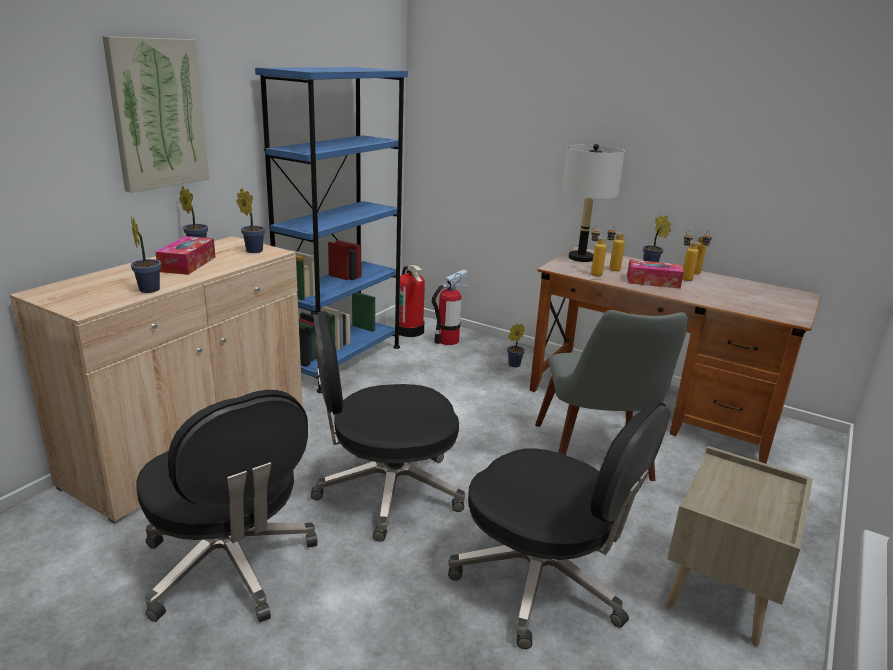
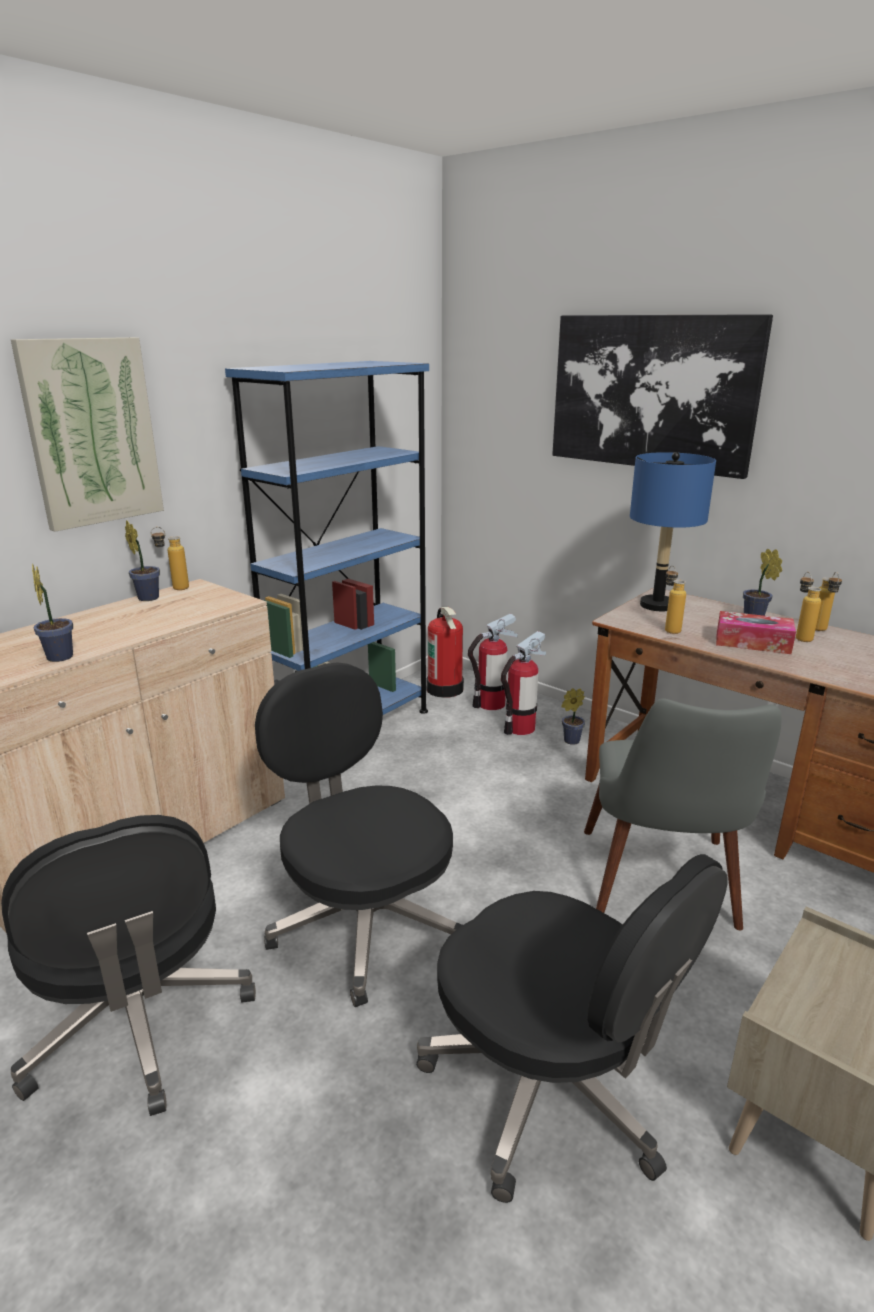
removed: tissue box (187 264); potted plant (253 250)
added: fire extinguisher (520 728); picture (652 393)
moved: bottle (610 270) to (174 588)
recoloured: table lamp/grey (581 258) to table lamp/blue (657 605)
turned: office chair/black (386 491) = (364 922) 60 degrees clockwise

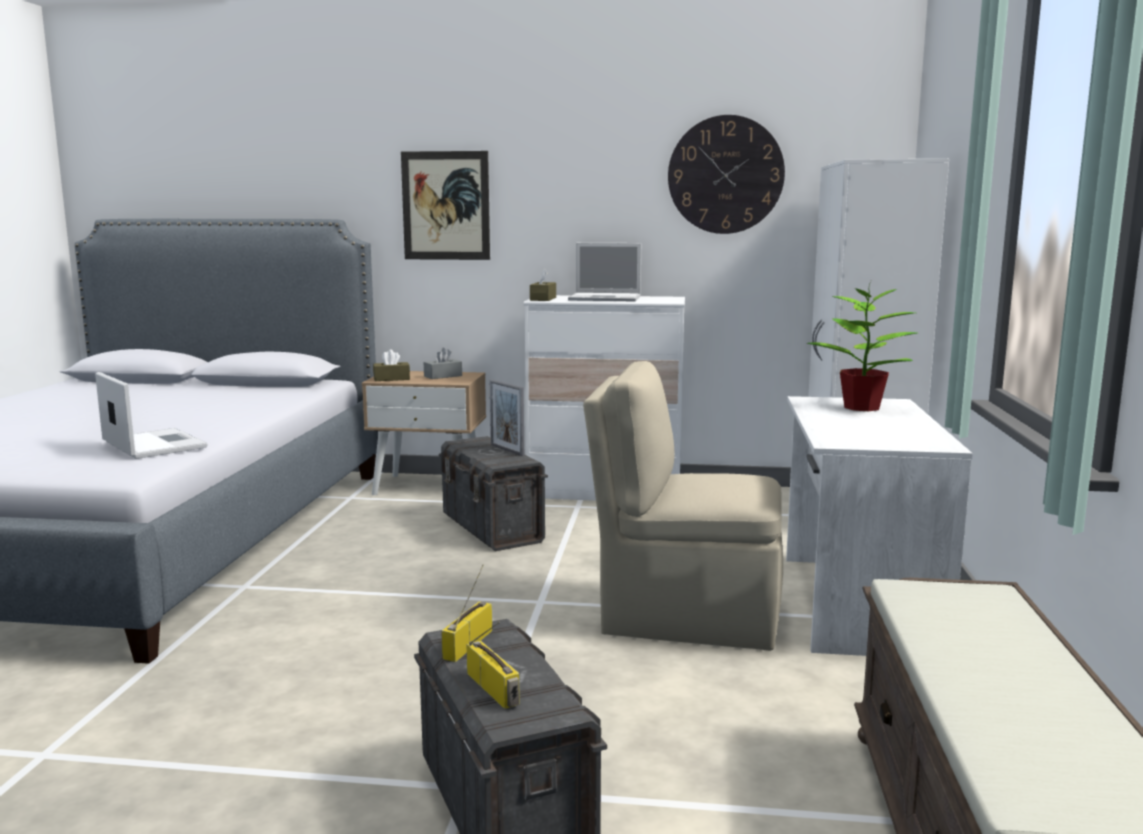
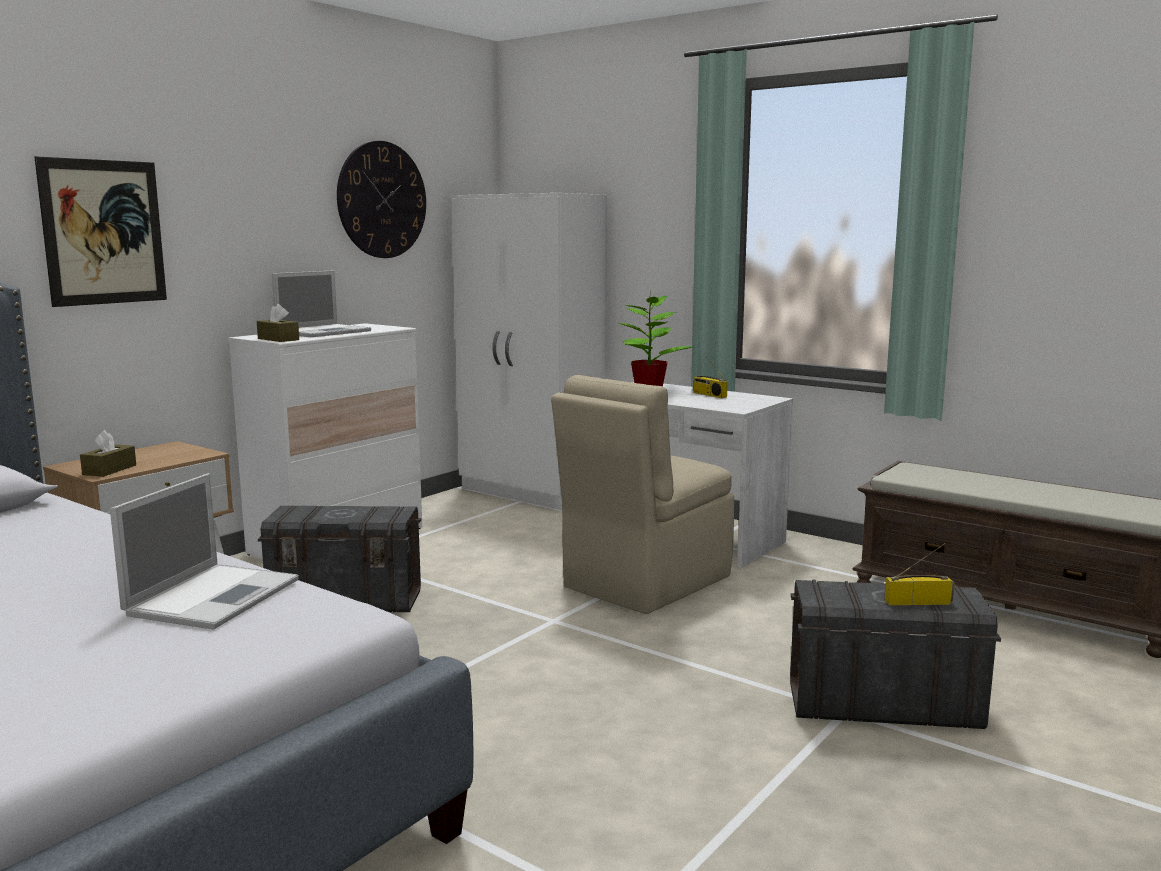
removed: tissue box/grey (443 376); picture frame (507 450)
moved: radio (468 643) to (708 395)
turned: laptop (153 444) = (215 596) 120 degrees clockwise

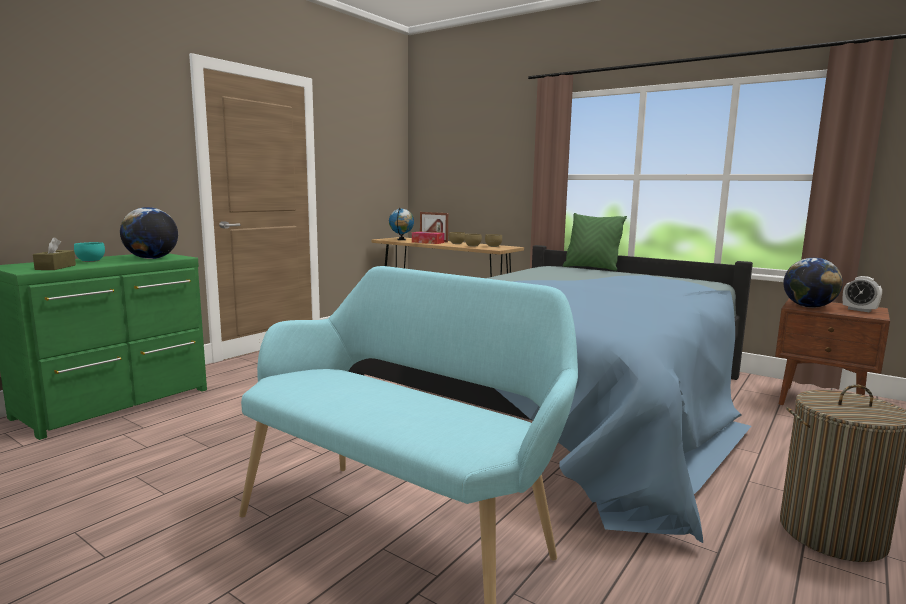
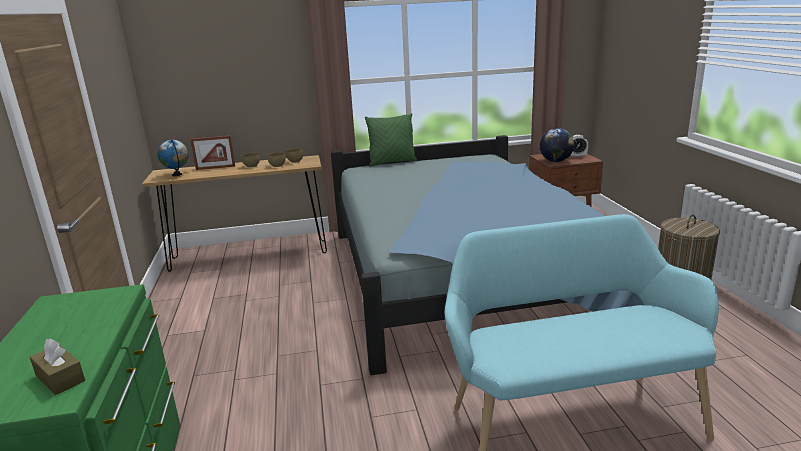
removed: bowl/turquoise (92 261); globe (151 258); tissue box (428 242)

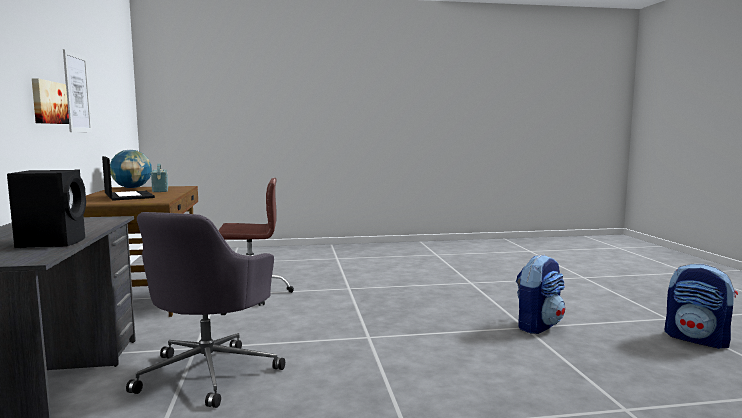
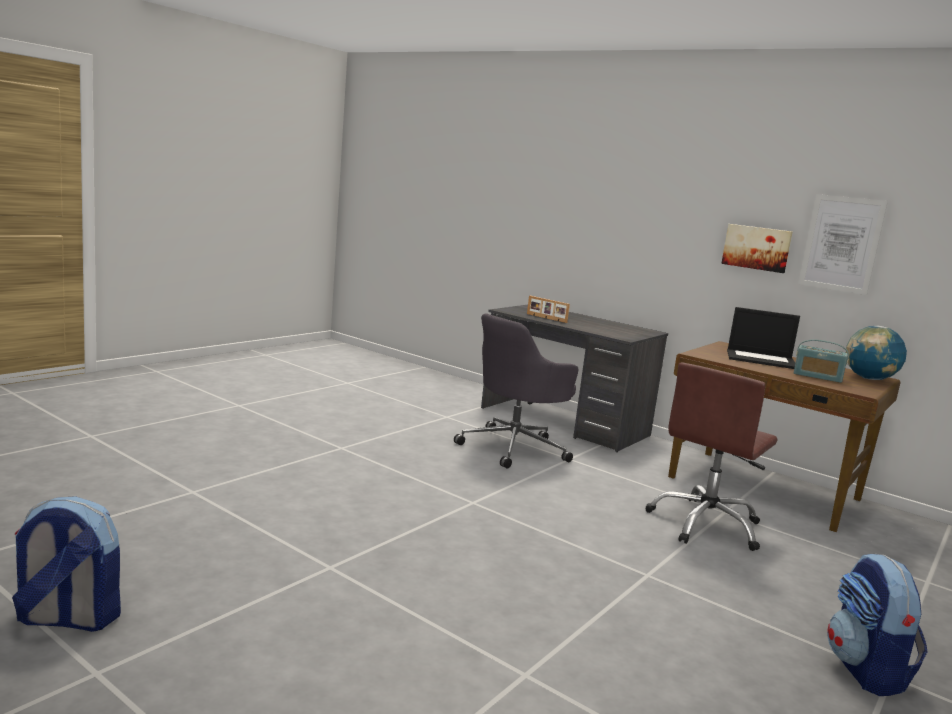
moved: backpack (538 325) to (866 671)
replaced: speaker/black (53 242) to picture frame (546 318)
turned: office chair/grey (210 372) = (514 448) 105 degrees counterclockwise

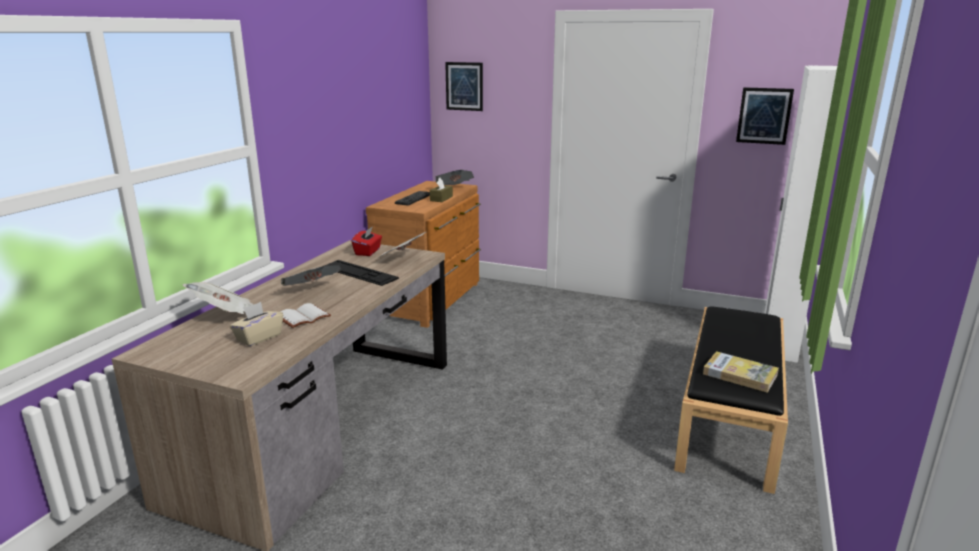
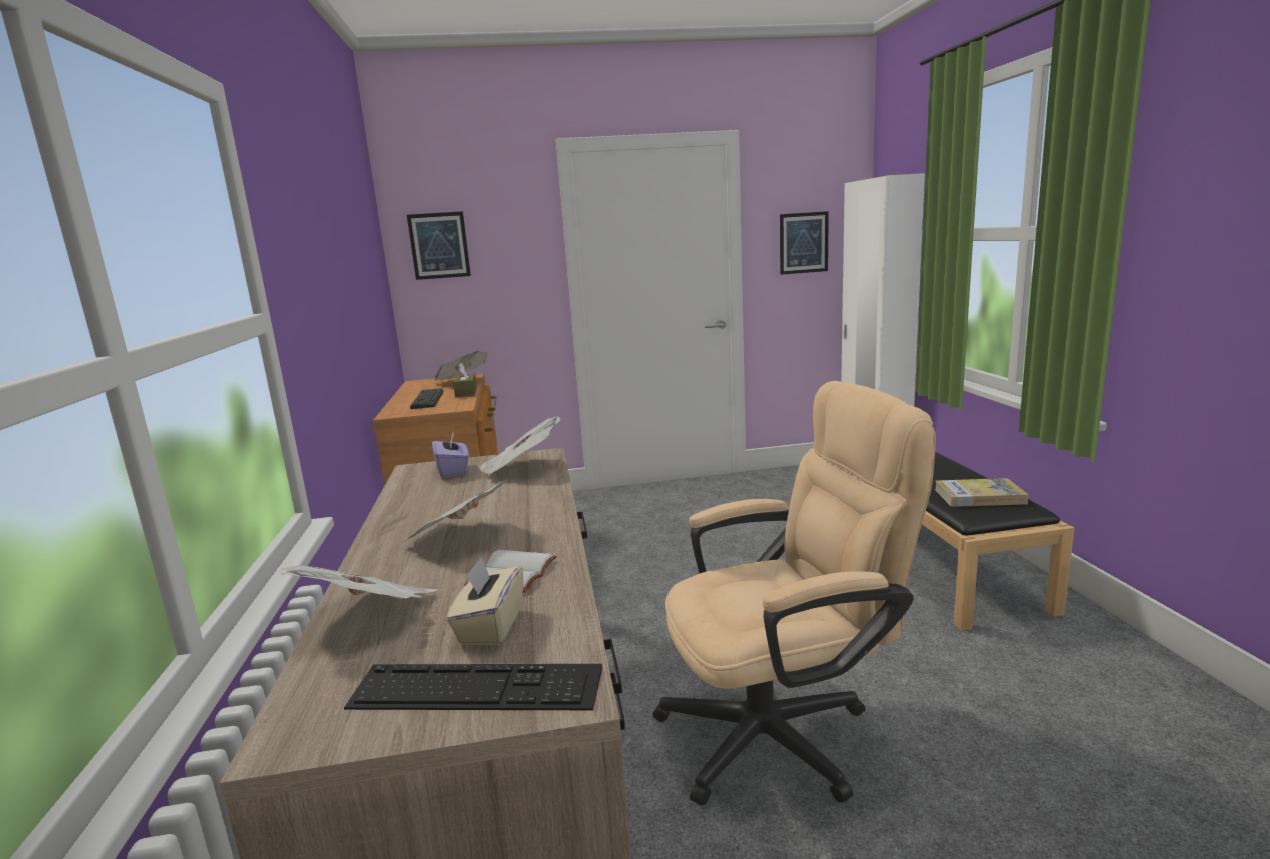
added: office chair/beige (784 731)
moved: keyboard (359 273) to (476 688)
recoloured: tissue box/red (368 252) to tissue box/purple (453 471)

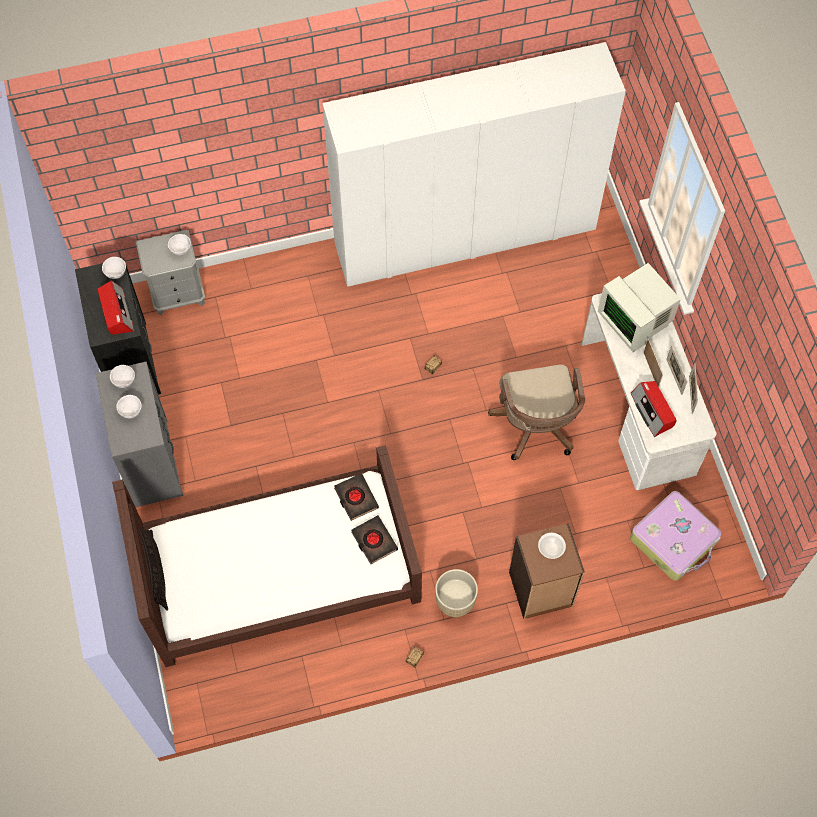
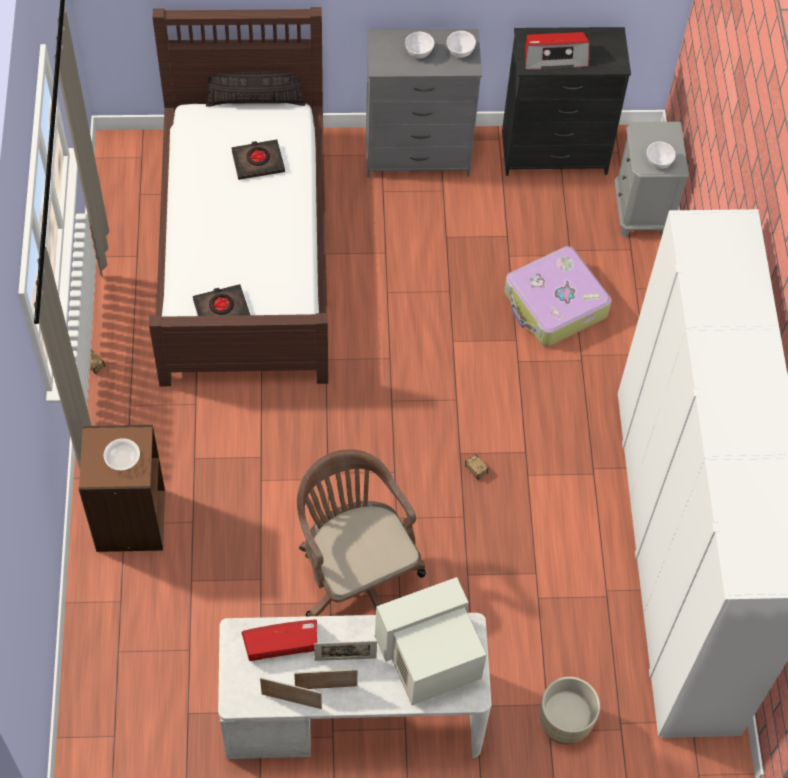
removed: bowl/white (116 273)
moved: book/black (356 498) to (258 162); planter/beige (455 601) to (564 723); suitcase (674 540) to (554 305)
turned: office chair/brown (536 427) = (355 573) 60 degrees clockwise

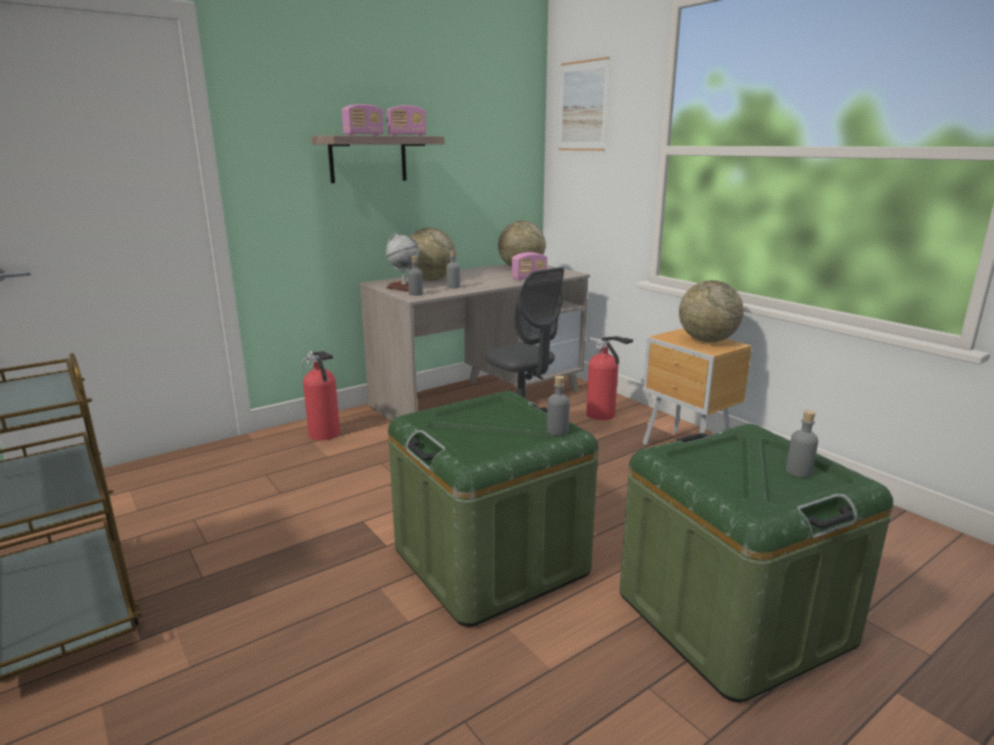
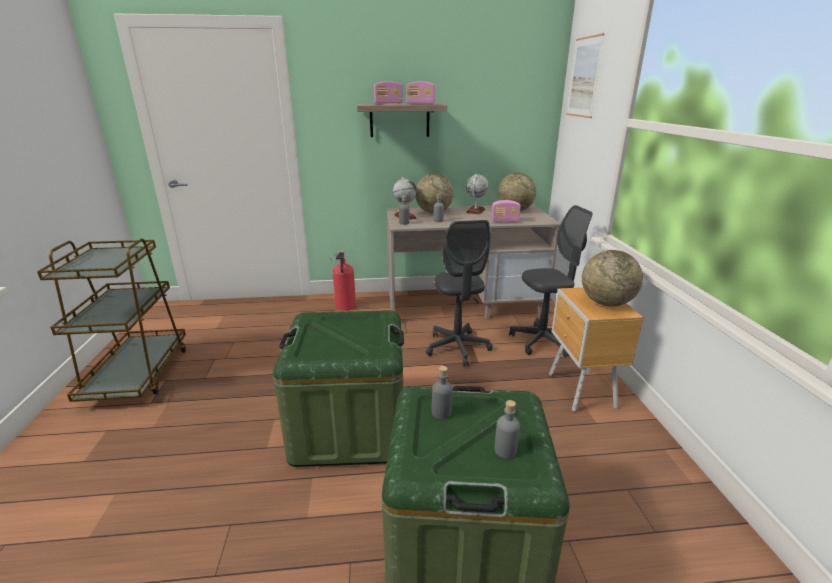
added: globe (475 211)
moved: bottle/grey (557 431) to (441 412)
replaced: fire extinguisher (603 415) to office chair/grey (542 341)

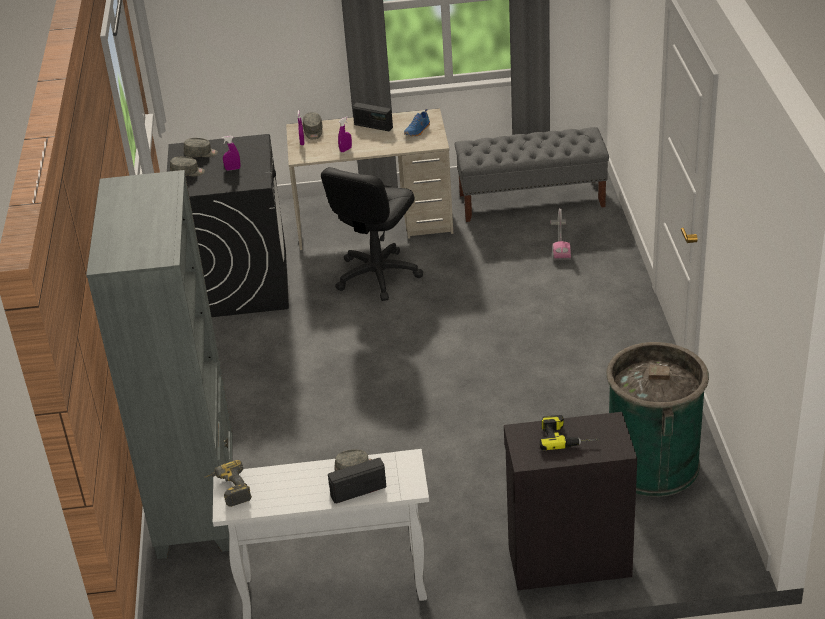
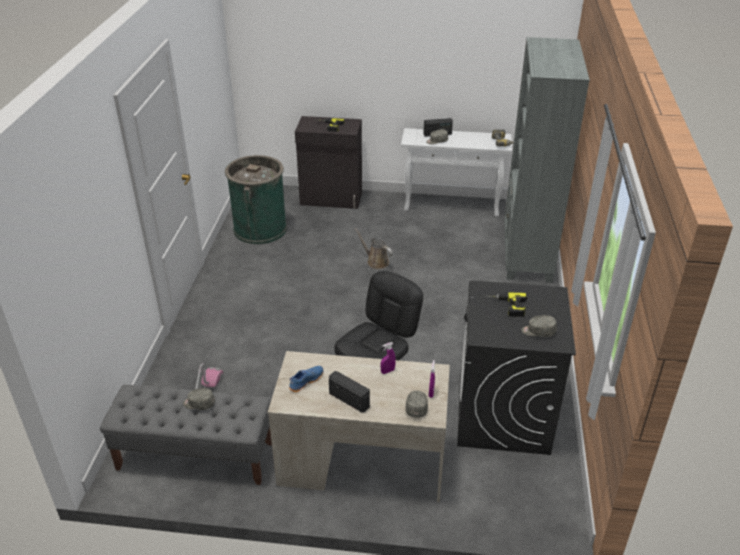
added: watering can/brown (376 262)
moved: cap/grey (188 173) to (199 404)
replaced: spray bottle/purple (233 169) to power drill (505 306)

